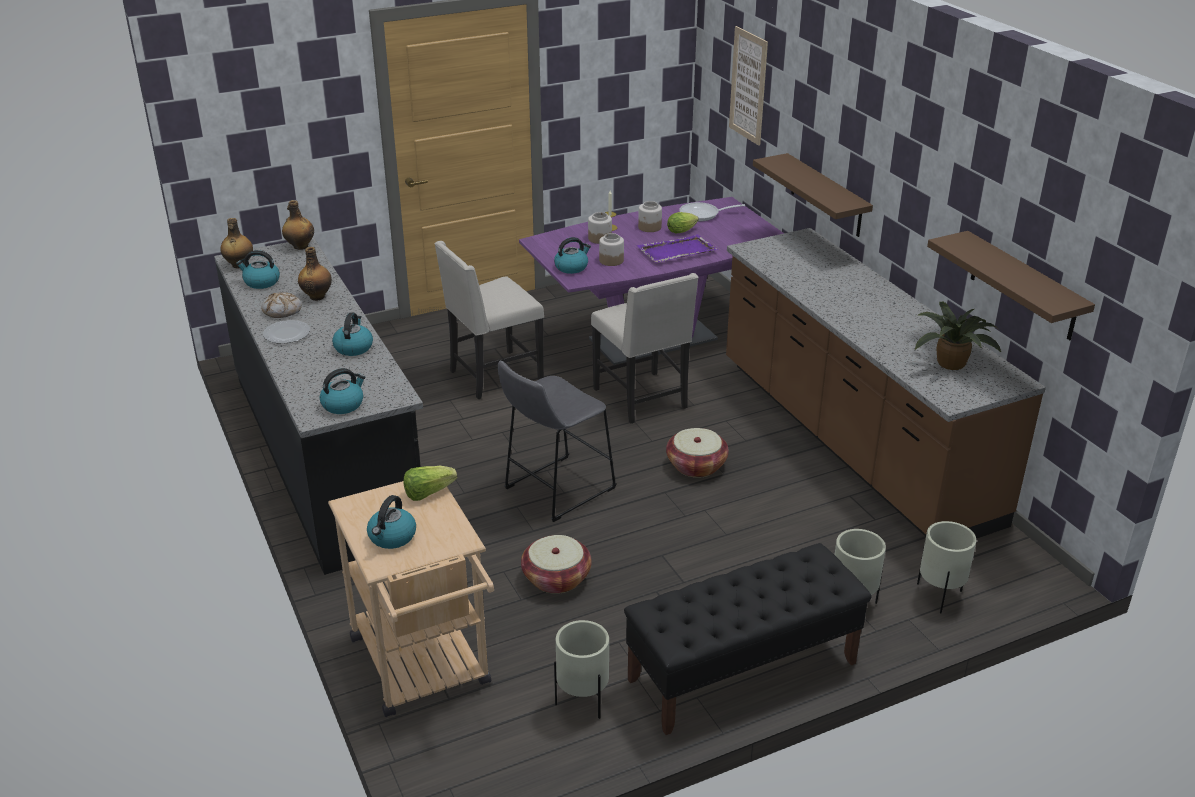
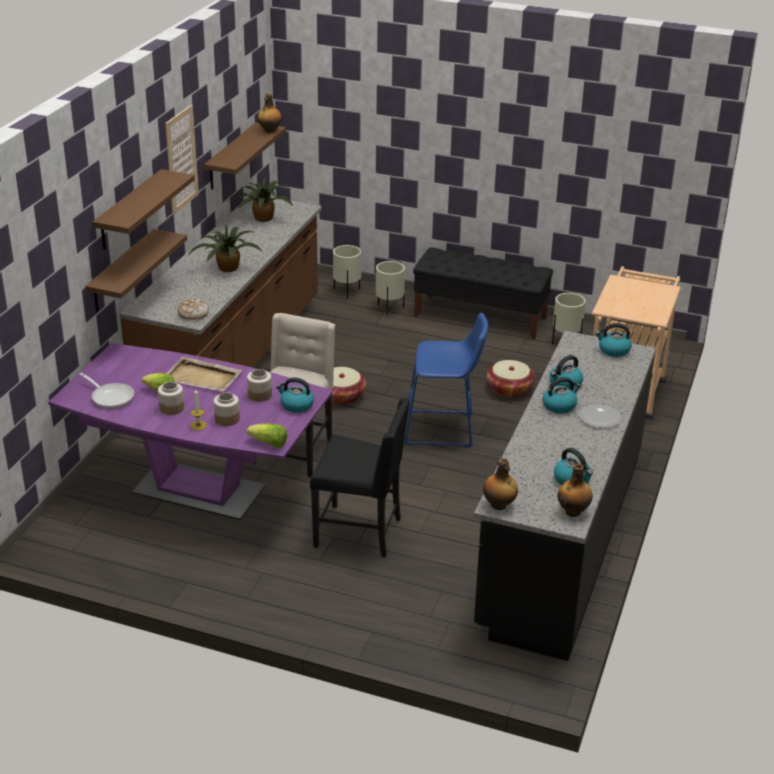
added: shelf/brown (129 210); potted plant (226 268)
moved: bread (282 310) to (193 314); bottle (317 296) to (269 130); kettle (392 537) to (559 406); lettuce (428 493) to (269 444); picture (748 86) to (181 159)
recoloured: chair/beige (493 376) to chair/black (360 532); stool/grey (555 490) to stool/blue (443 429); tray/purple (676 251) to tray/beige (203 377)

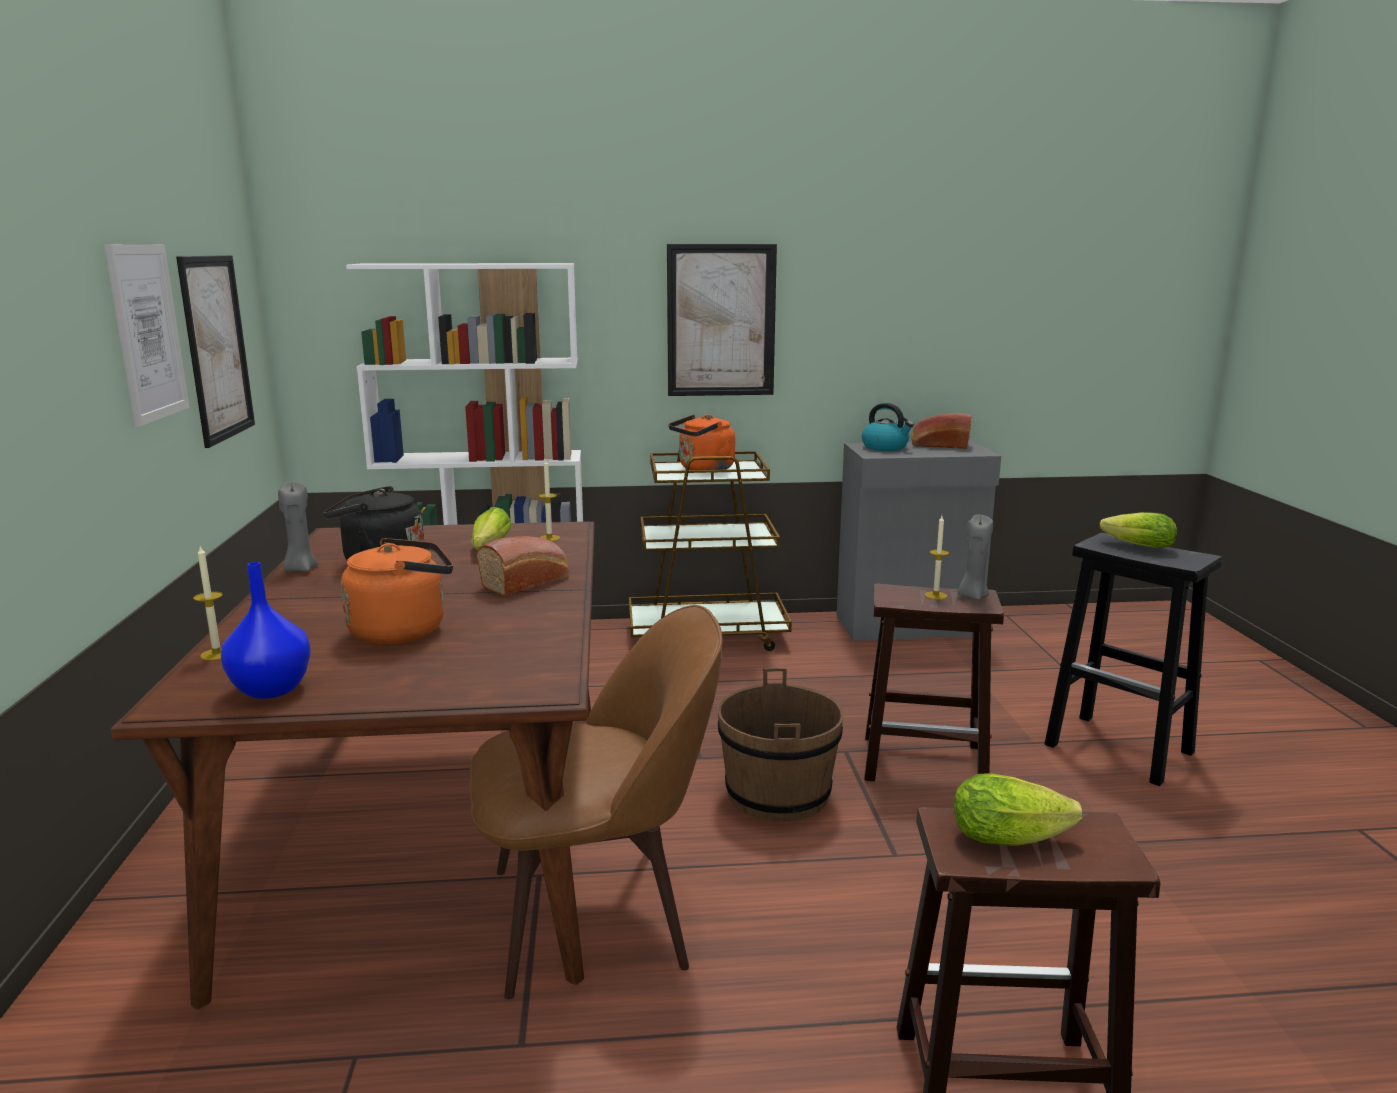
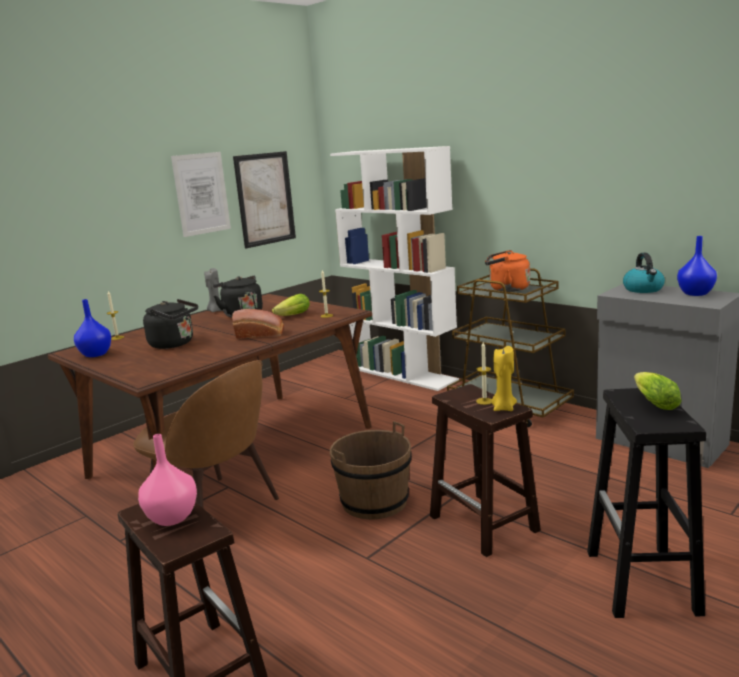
removed: picture (721 321)
replaced: bread (939 445) to vase/blue (695 293); lettuce (1015 837) to vase/pink (172 517)
recoloured: kettle/orange (404 630) to kettle/black (174 344); candle/grey (972 596) to candle/yellow (503 408)

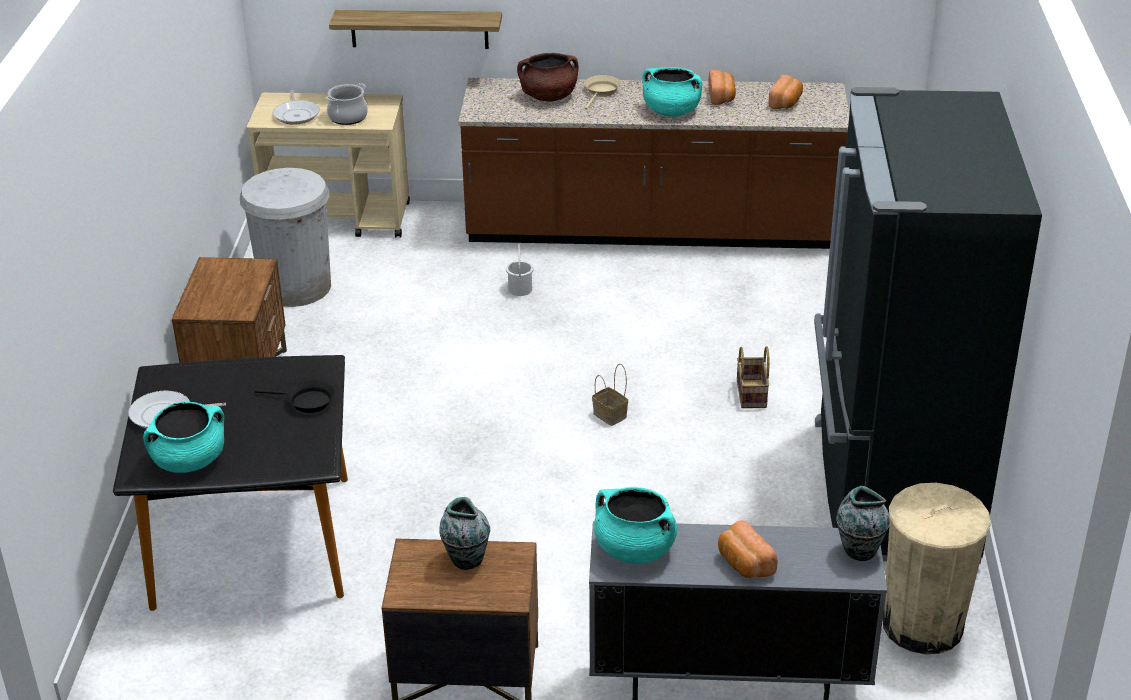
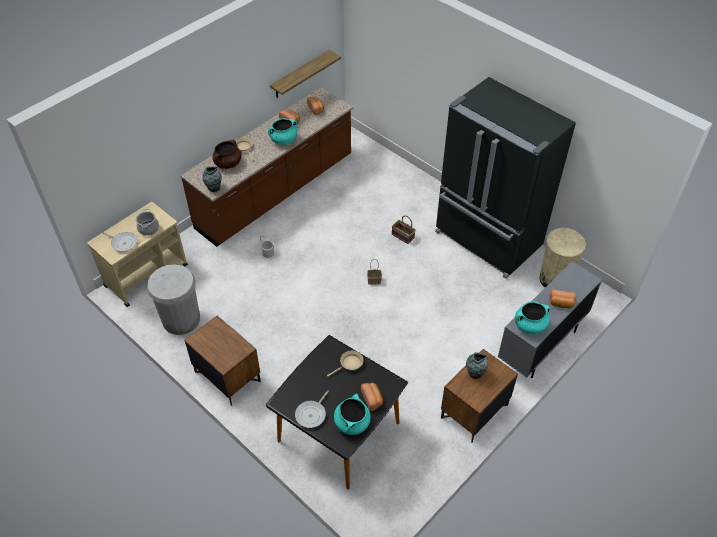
added: bread (372 399)
moved: shelf (419 29) to (300 74); vase (858 550) to (213 188)
recoloured: frying pan/black (306 402) to frying pan/beige (350 364)

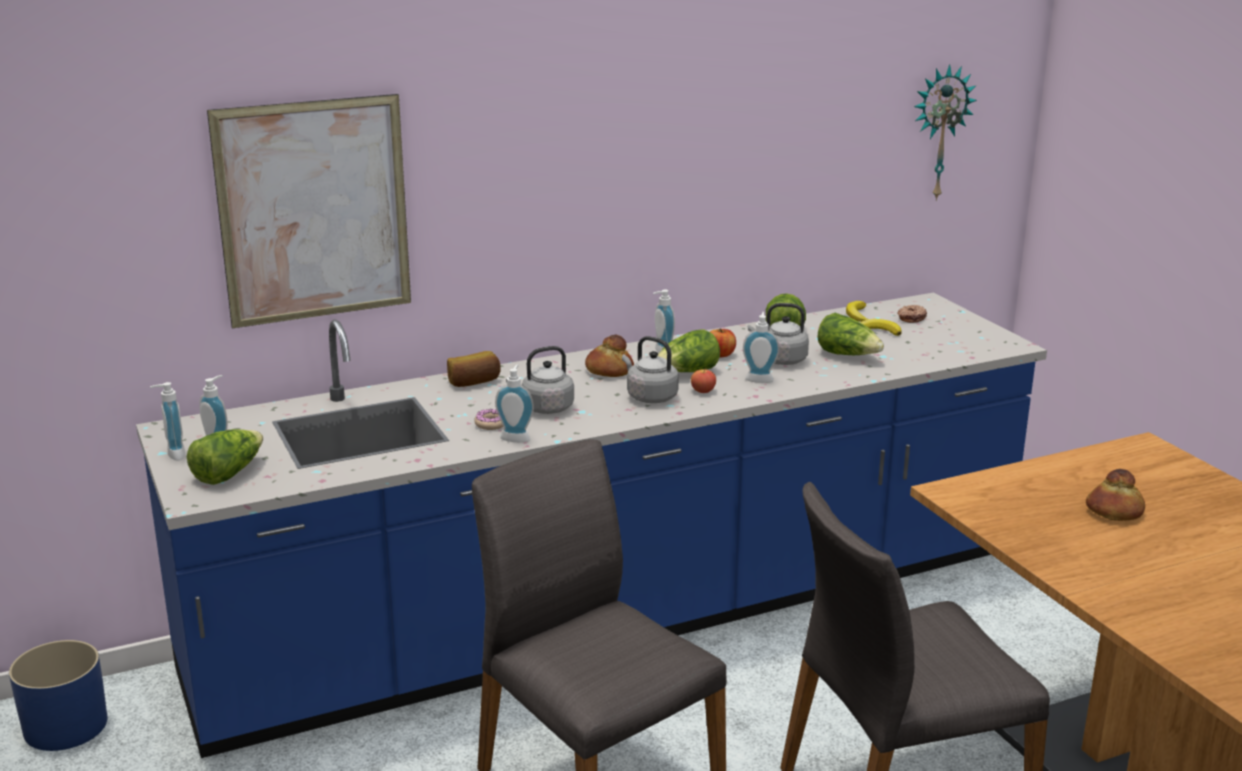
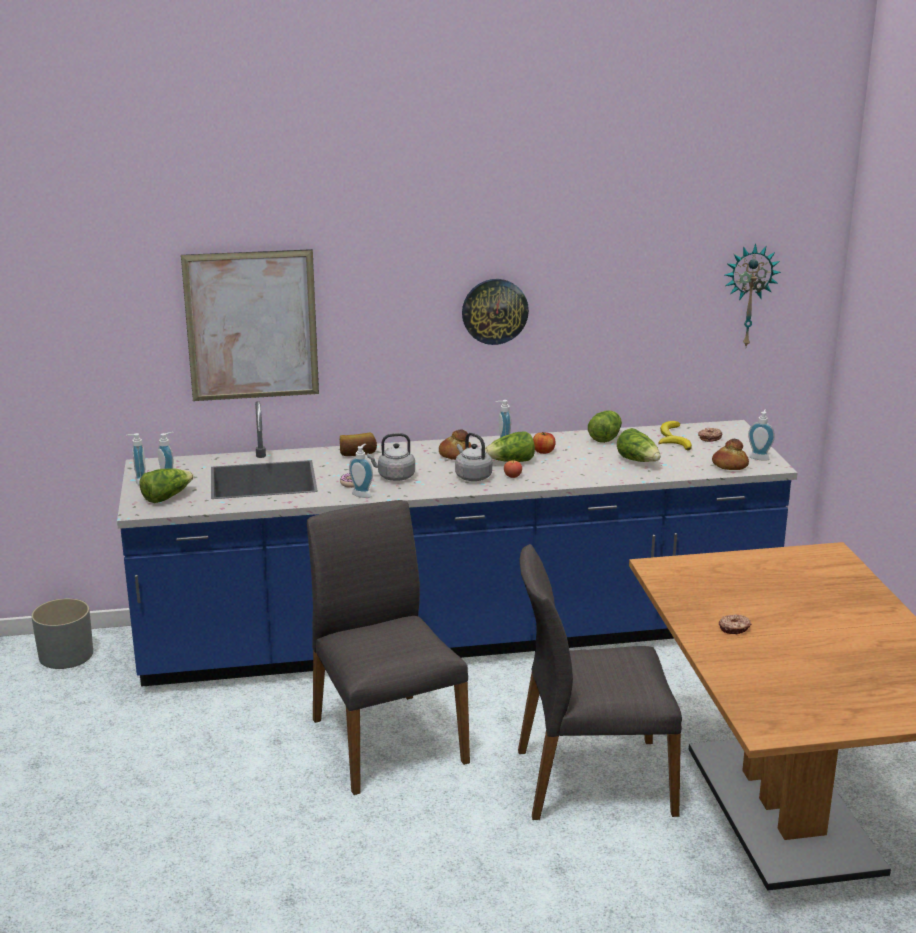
removed: kettle/grey (780 360)
added: wall clock (494 311); donut (734 629)
moved: soap dispenser (759 378) to (759 457); bread (1114 511) to (729 465)
recoloured: planter/blue (65 726) to planter/grey (66 655)

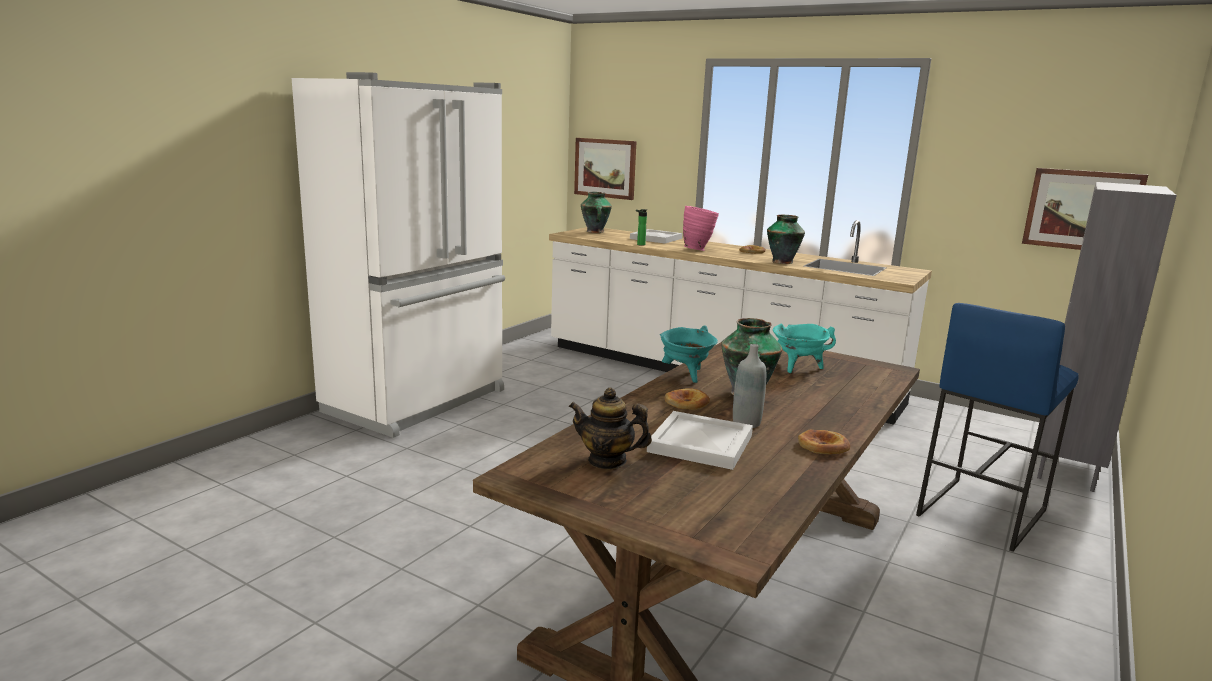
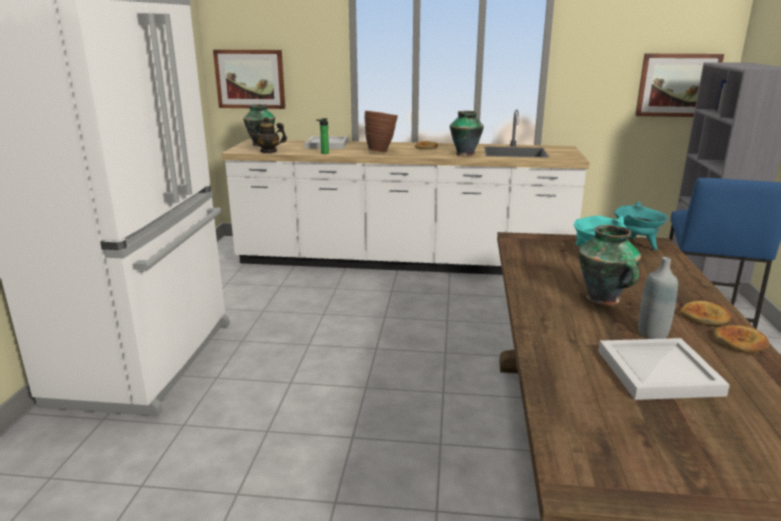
moved: teapot (607 461) to (268 151); cooking pot/turquoise (685 375) to (636 245); bread (687 403) to (704 317)
recoloured: vase/pink (698 249) to vase/brown (381 151)

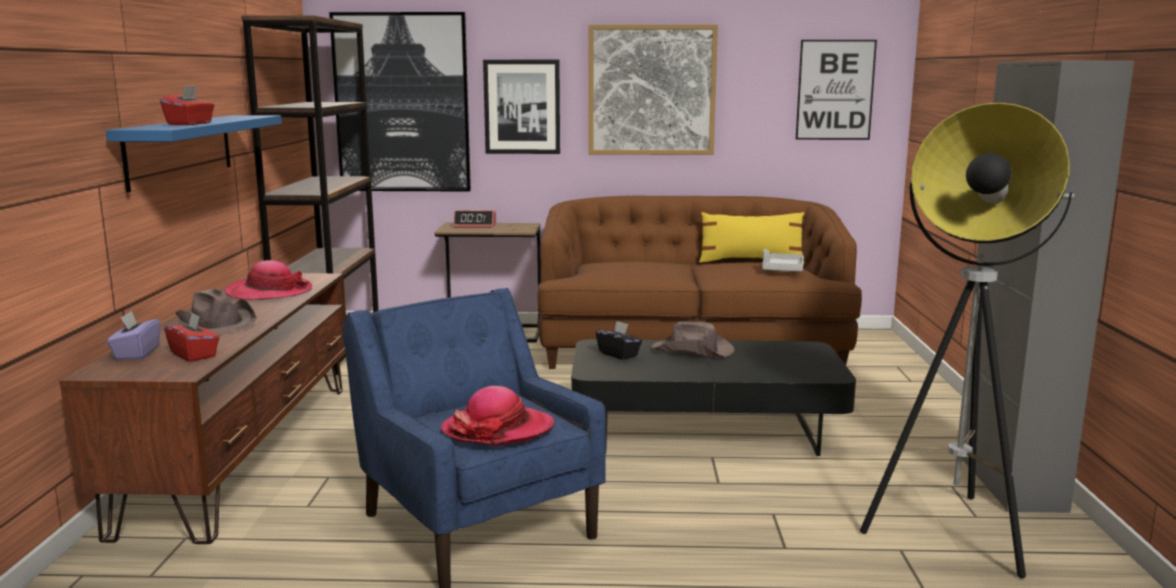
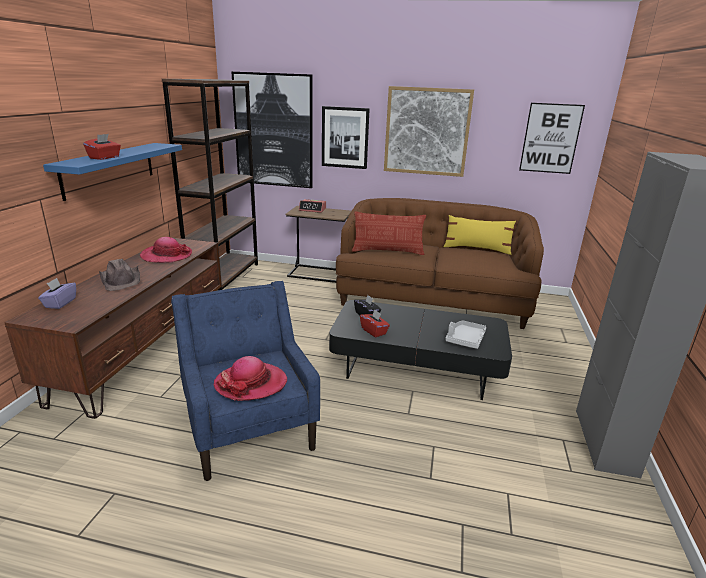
removed: hat/brown (693 351); floor lamp (952 532)
added: pillow (387 251)
moved: tissue box/red (194 355) to (374 331); tray/grey (782 270) to (465 339)

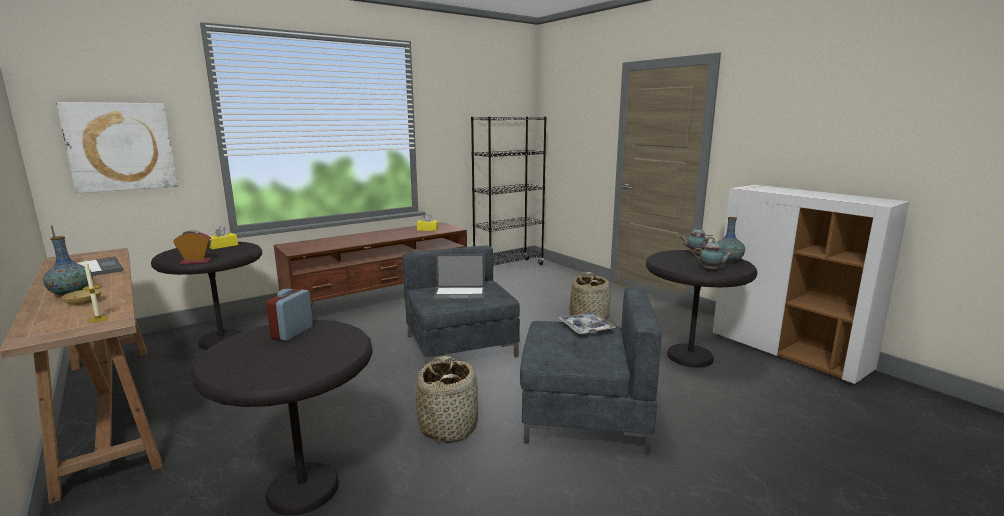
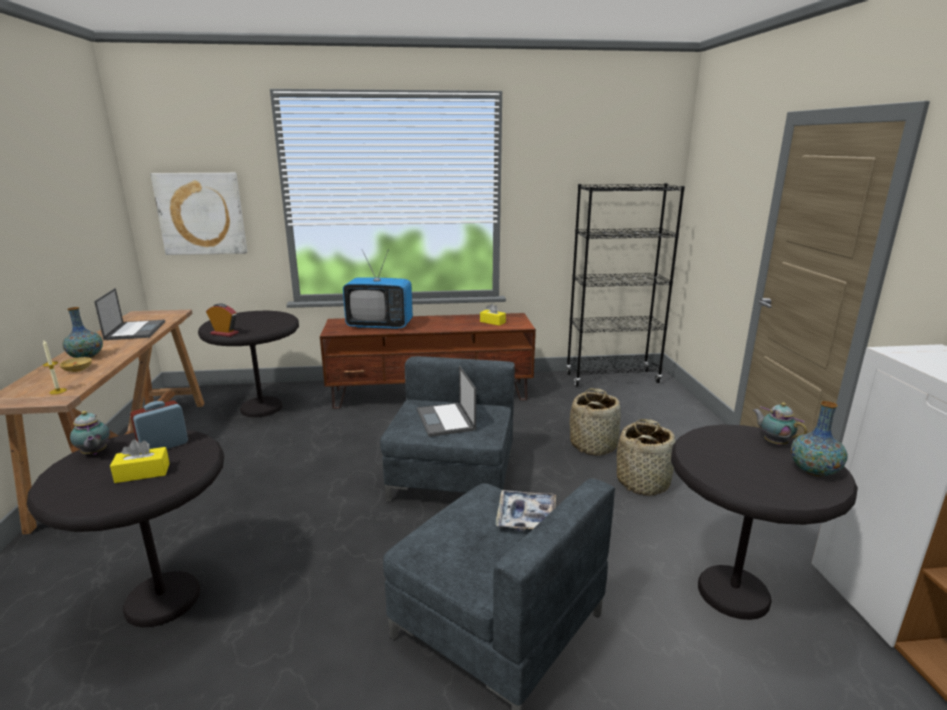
added: television (380 325)
moved: tissue box/yellow (223 246) to (142 473); basket (449 427) to (593 445); teapot (711 270) to (94 454)
turned: laptop (460 294) = (446 420) 45 degrees clockwise

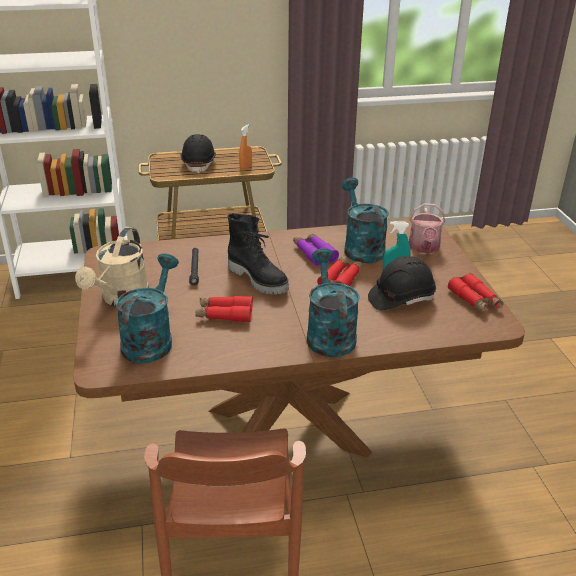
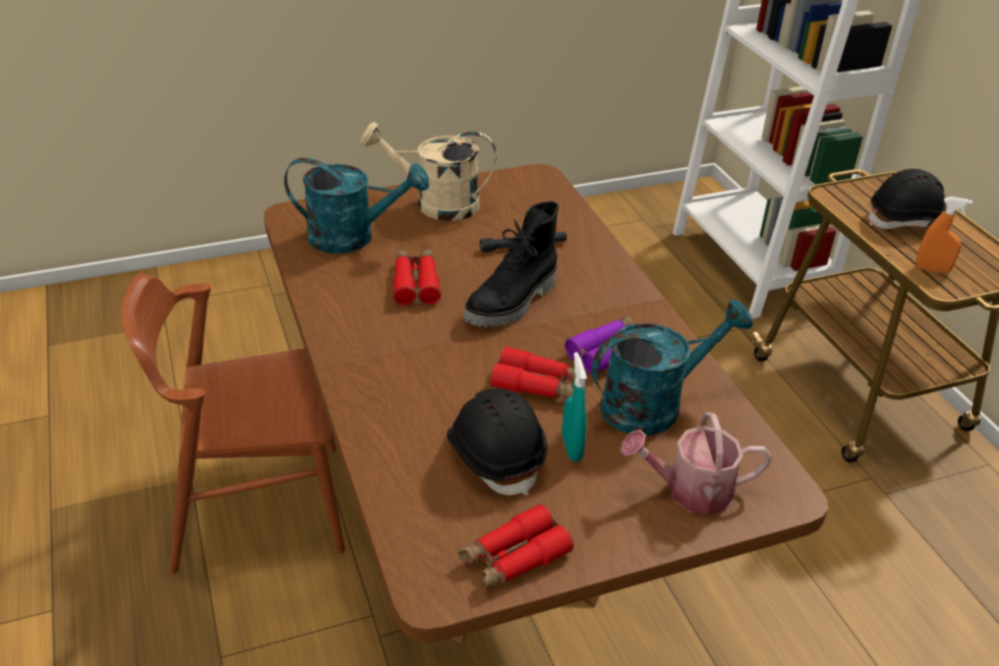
removed: watering can/turquoise (328 334)

